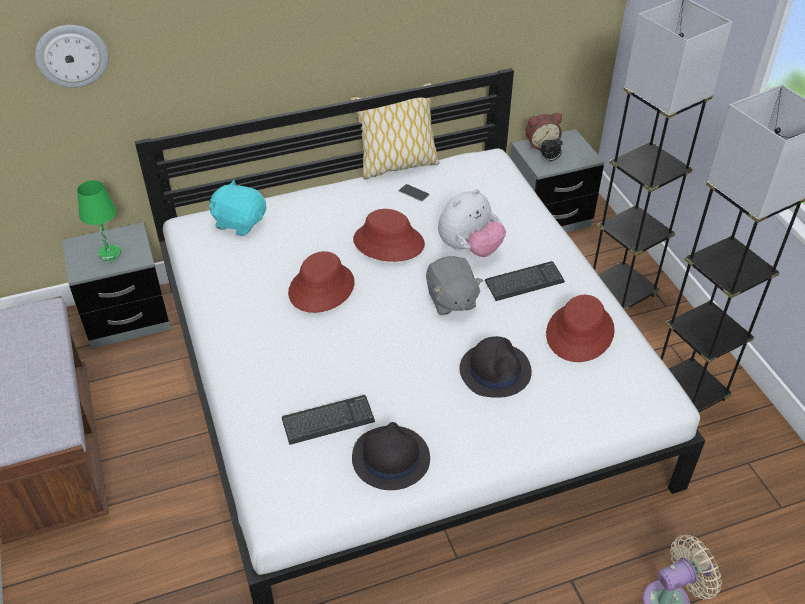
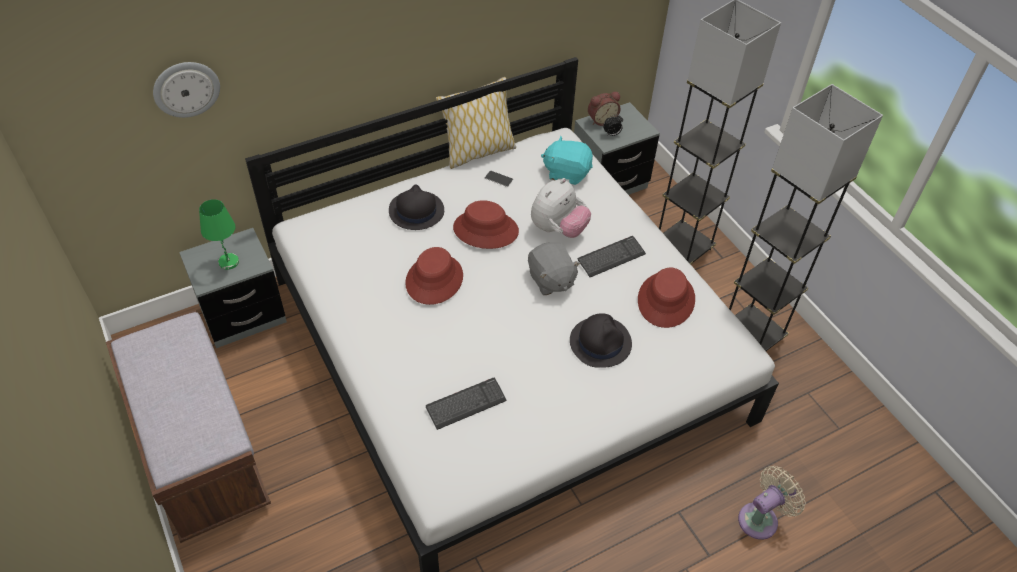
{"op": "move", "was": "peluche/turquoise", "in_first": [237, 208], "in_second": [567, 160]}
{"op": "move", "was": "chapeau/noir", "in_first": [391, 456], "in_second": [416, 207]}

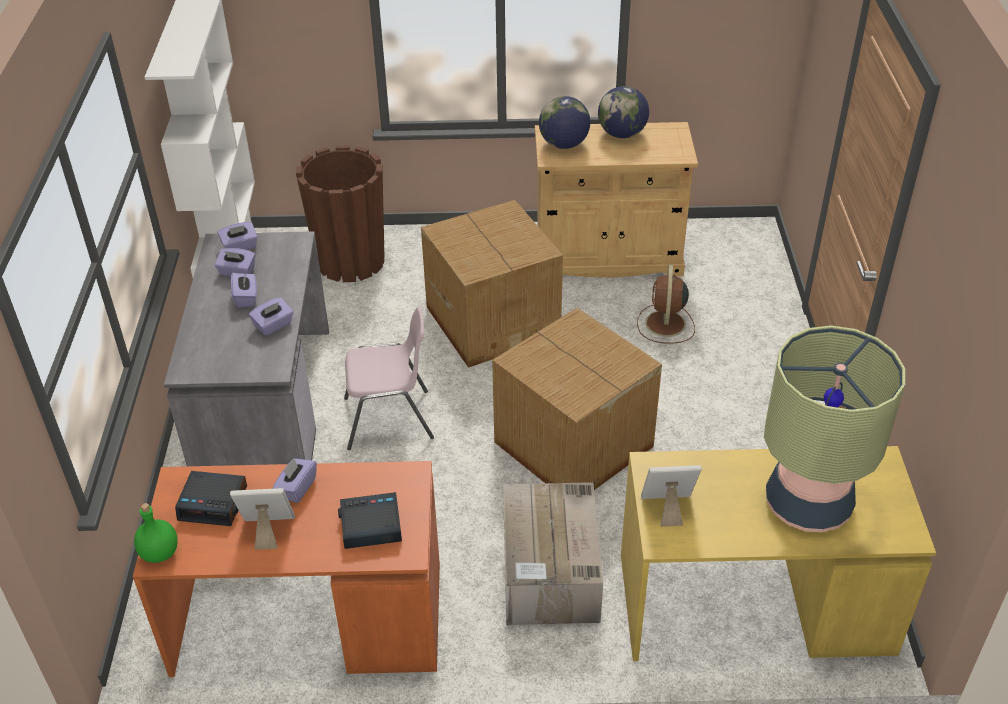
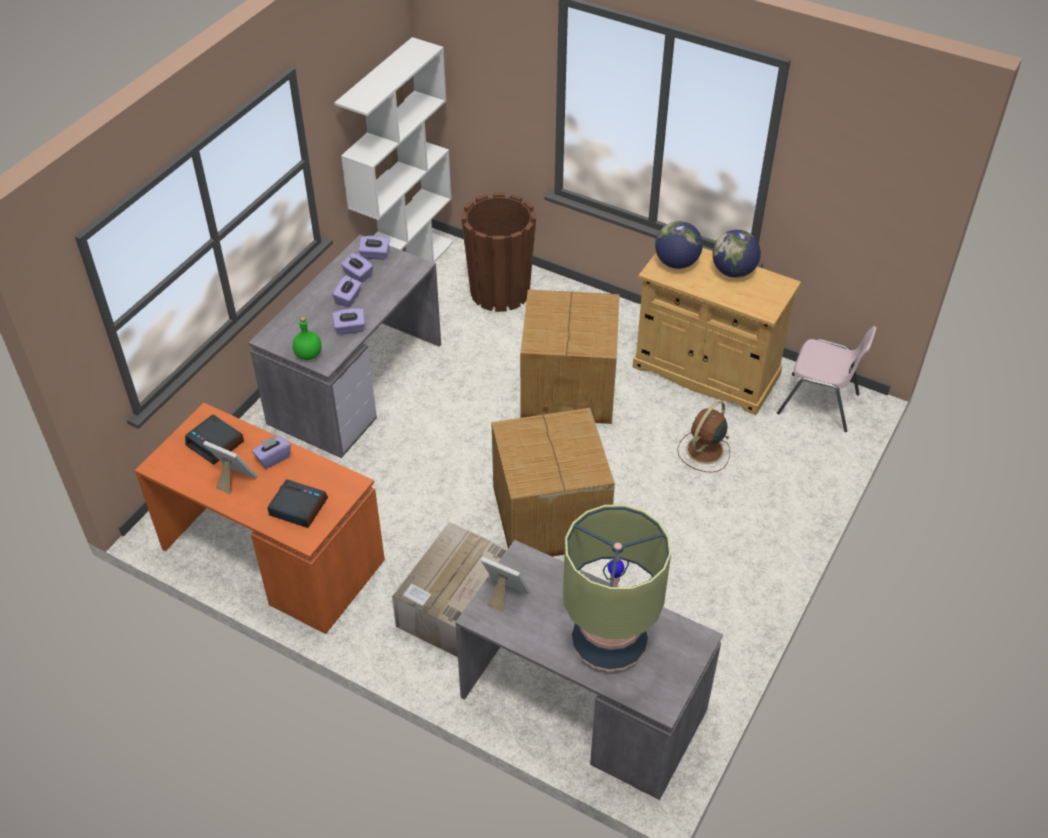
{"op": "move", "was": "bouteille/vert", "in_first": [156, 533], "in_second": [307, 338]}
{"op": "move", "was": "chaise/rose", "in_first": [389, 378], "in_second": [827, 379]}
{"op": "recolor", "was": "bureau/jaune", "now": "bureau/gris", "in_first": [778, 553], "in_second": [589, 670]}

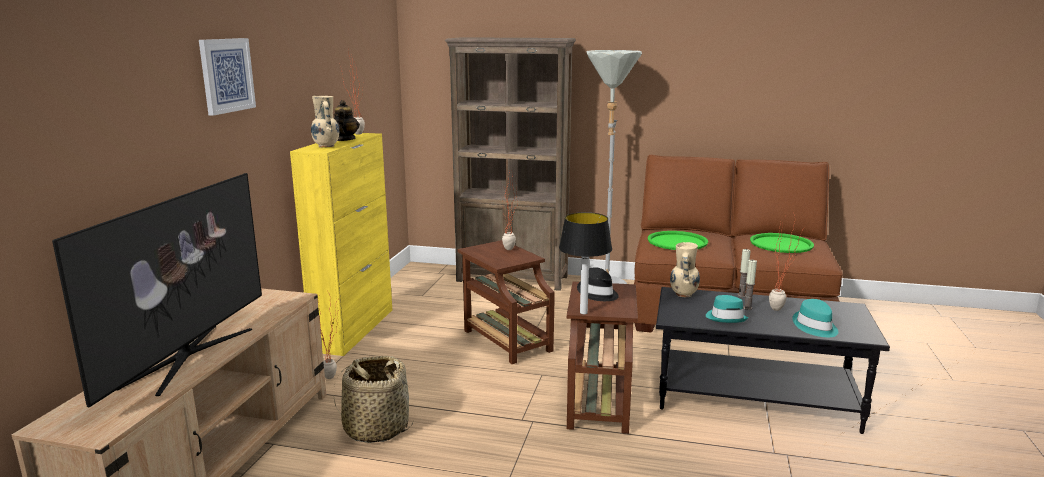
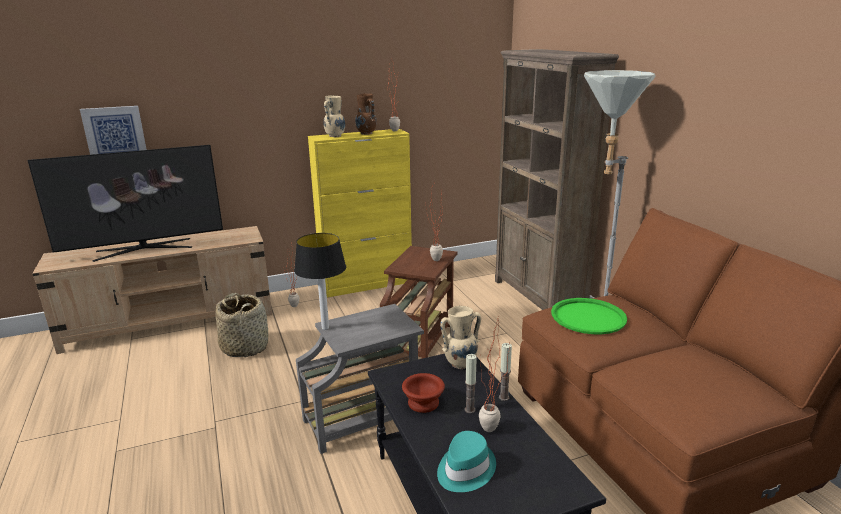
{"op": "move", "was": "tableau", "in_first": [227, 77], "in_second": [113, 130]}
{"op": "replace", "was": "théière", "now": "vase/marron", "in_first": [347, 120], "in_second": [366, 114]}
{"op": "recolor", "was": "table d'appoint/marron", "now": "table d'appoint/gris", "in_first": [602, 358], "in_second": [360, 379]}
{"op": "delete", "was": "chapeau/noir", "in_first": [598, 284]}
{"op": "replace", "was": "chapeau/turquoise", "now": "bol/marron", "in_first": [727, 309], "in_second": [423, 393]}
{"op": "delete", "was": "plateau/vert", "in_first": [782, 243]}

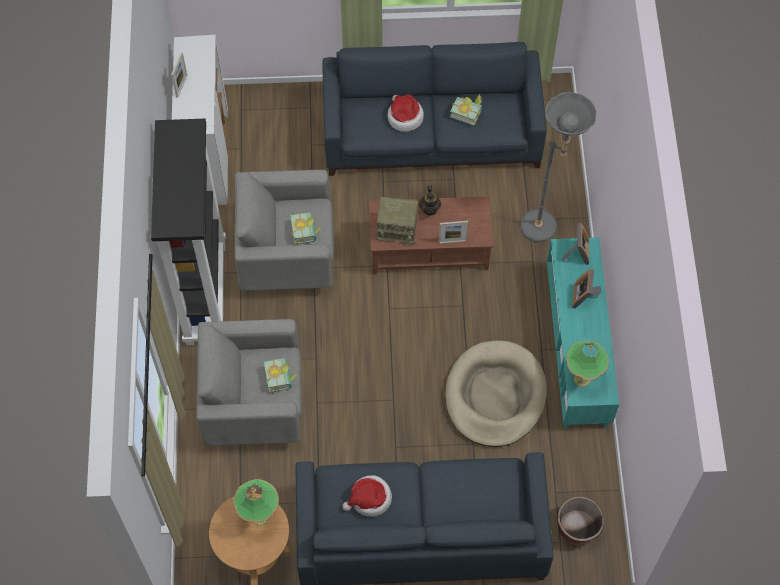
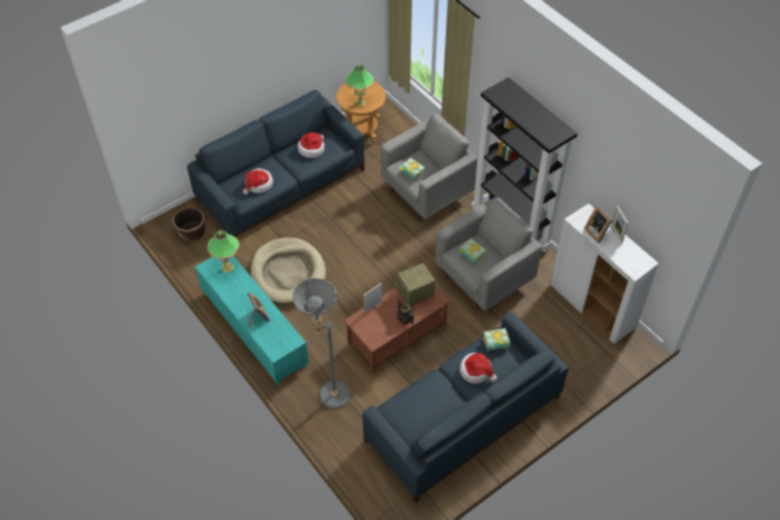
{"op": "move", "was": "livre", "in_first": [466, 110], "in_second": [496, 339]}
{"op": "move", "was": "cadre photo", "in_first": [575, 244], "in_second": [598, 224]}
{"op": "insert", "now": "chapeau", "in_second": [258, 182]}

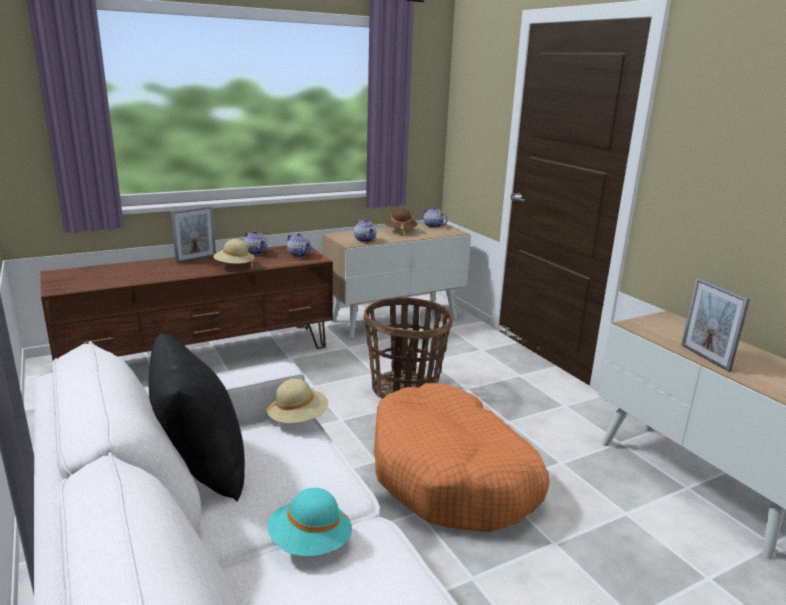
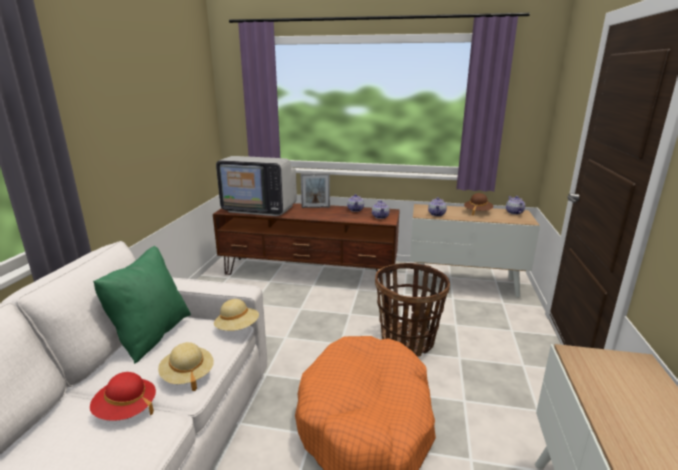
{"op": "recolor", "was": "coussin/noir", "now": "coussin/vert", "in_first": [197, 417], "in_second": [142, 305]}
{"op": "move", "was": "chapeau/beige", "in_first": [234, 254], "in_second": [186, 366]}
{"op": "recolor", "was": "chapeau/turquoise", "now": "chapeau/rouge", "in_first": [309, 522], "in_second": [123, 396]}
{"op": "delete", "was": "cadre photo", "in_first": [715, 324]}
{"op": "insert", "now": "téléviseur", "in_second": [256, 186]}

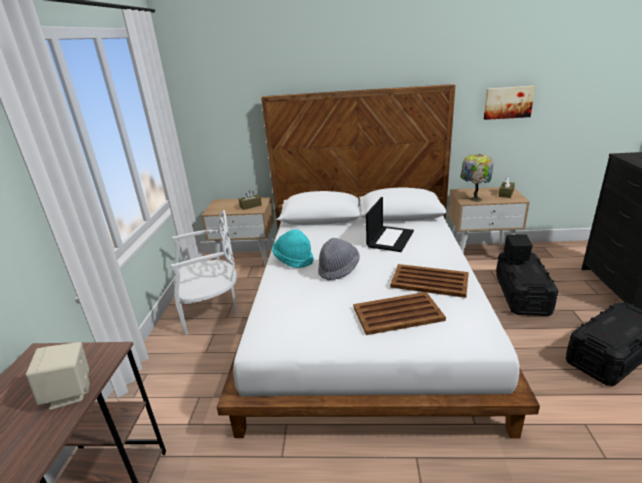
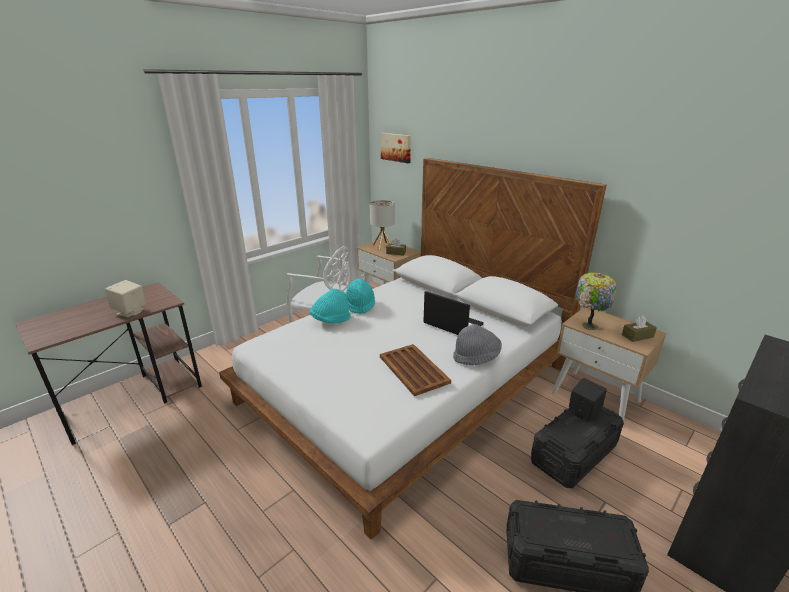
{"op": "move", "was": "chapeau/gris", "in_first": [339, 259], "in_second": [477, 344]}
{"op": "delete", "was": "plateau/marron", "in_first": [400, 313]}
{"op": "rotate", "was": "ordinateur portable", "in_first": [390, 224], "in_second": [453, 313], "clockwise": -120}
{"op": "move", "was": "tableau", "in_first": [509, 103], "in_second": [395, 148]}
{"op": "insert", "now": "chapeau/turquoise", "in_second": [330, 306]}
{"op": "insert", "now": "lampe de table", "in_second": [382, 225]}

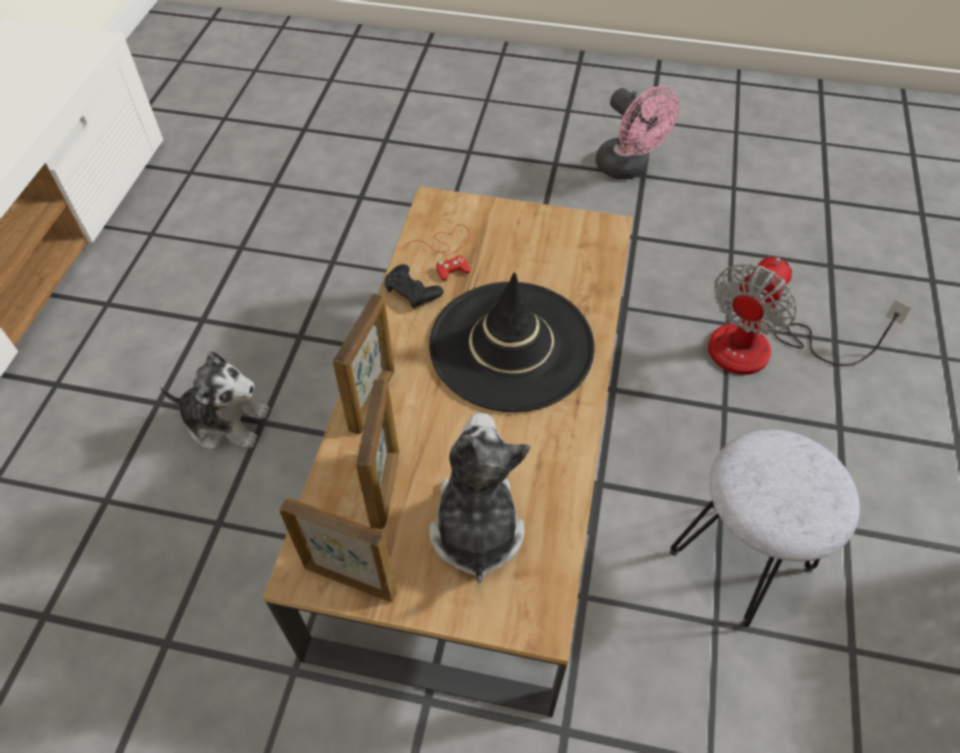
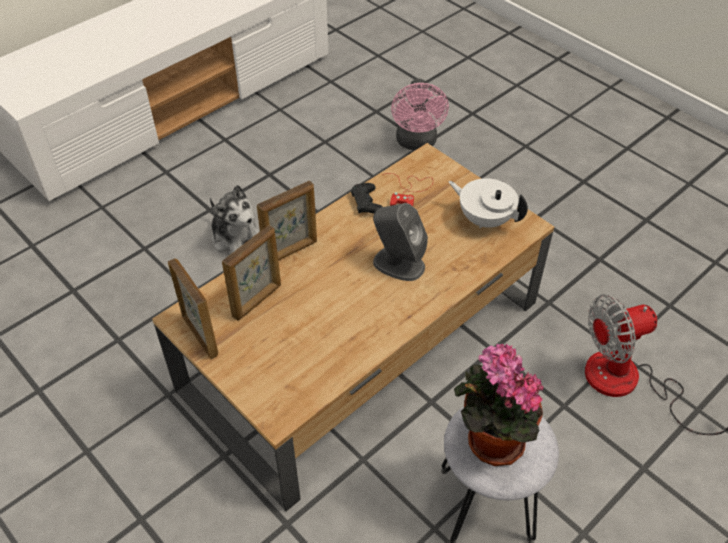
{"op": "replace", "was": "chapeau/noir", "now": "enceinte/gris", "in_first": [511, 342], "in_second": [400, 242]}
{"op": "delete", "was": "peluche", "in_first": [479, 498]}
{"op": "move", "was": "ventilateur/rose", "in_first": [638, 132], "in_second": [420, 114]}
{"op": "insert", "now": "théière/blanc", "in_second": [488, 203]}
{"op": "insert", "now": "plante en pot", "in_second": [498, 405]}

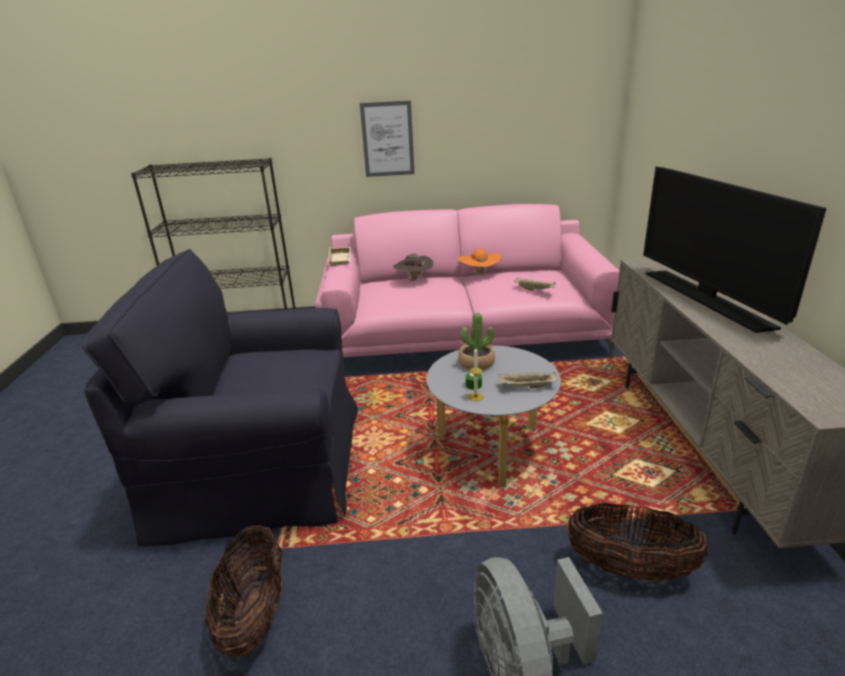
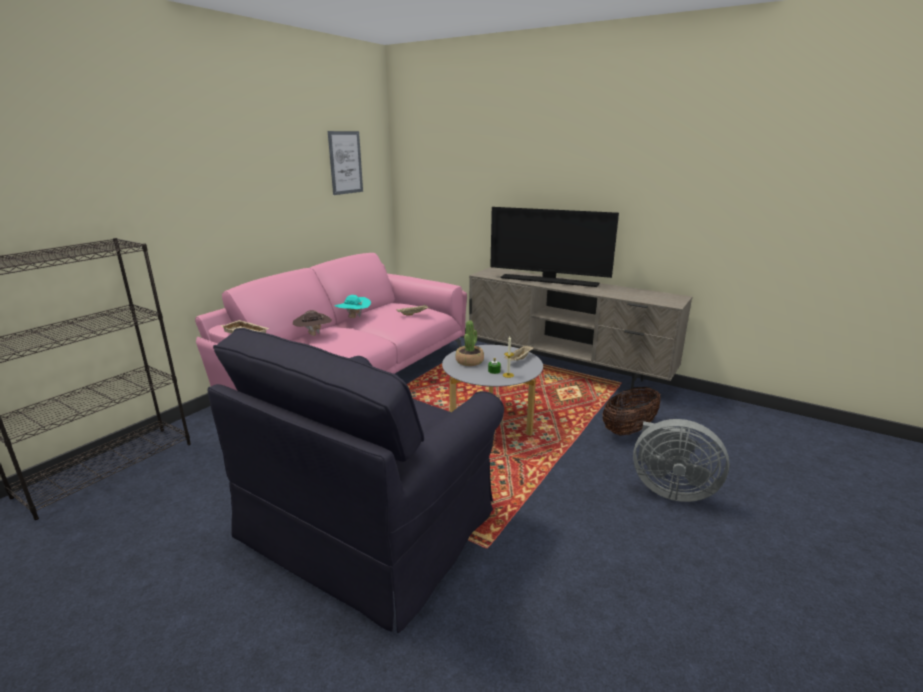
{"op": "delete", "was": "panier", "in_first": [243, 591]}
{"op": "move", "was": "tableau", "in_first": [387, 138], "in_second": [345, 163]}
{"op": "recolor", "was": "chapeau/orange", "now": "chapeau/turquoise", "in_first": [479, 262], "in_second": [353, 306]}

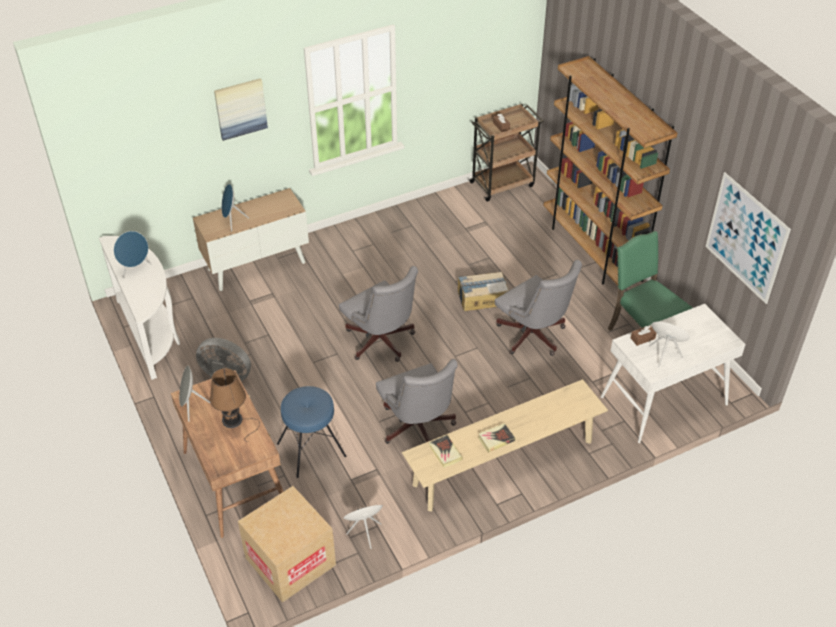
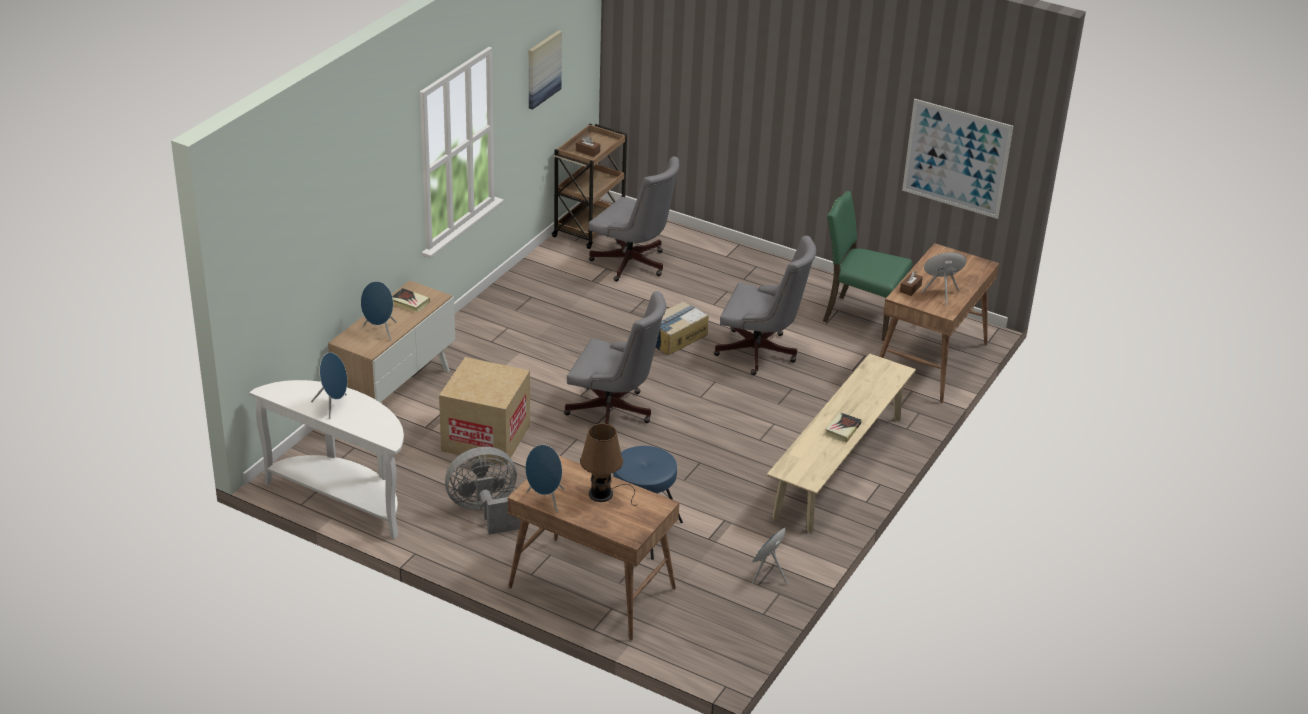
{"op": "recolor", "was": "enceinte/gris", "now": "enceinte/bleu", "in_first": [195, 394], "in_second": [545, 479]}
{"op": "move", "was": "tableau", "in_first": [241, 109], "in_second": [545, 70]}
{"op": "move", "was": "carton", "in_first": [287, 544], "in_second": [484, 411]}
{"op": "move", "was": "chaise de bureau/gris", "in_first": [417, 401], "in_second": [634, 219]}
{"op": "move", "was": "livre", "in_first": [446, 451], "in_second": [411, 300]}
{"op": "delete", "was": "bibliothèque/marron", "in_first": [610, 170]}
{"op": "recolor", "was": "bureau/blanc", "now": "bureau/marron", "in_first": [673, 373], "in_second": [939, 323]}

